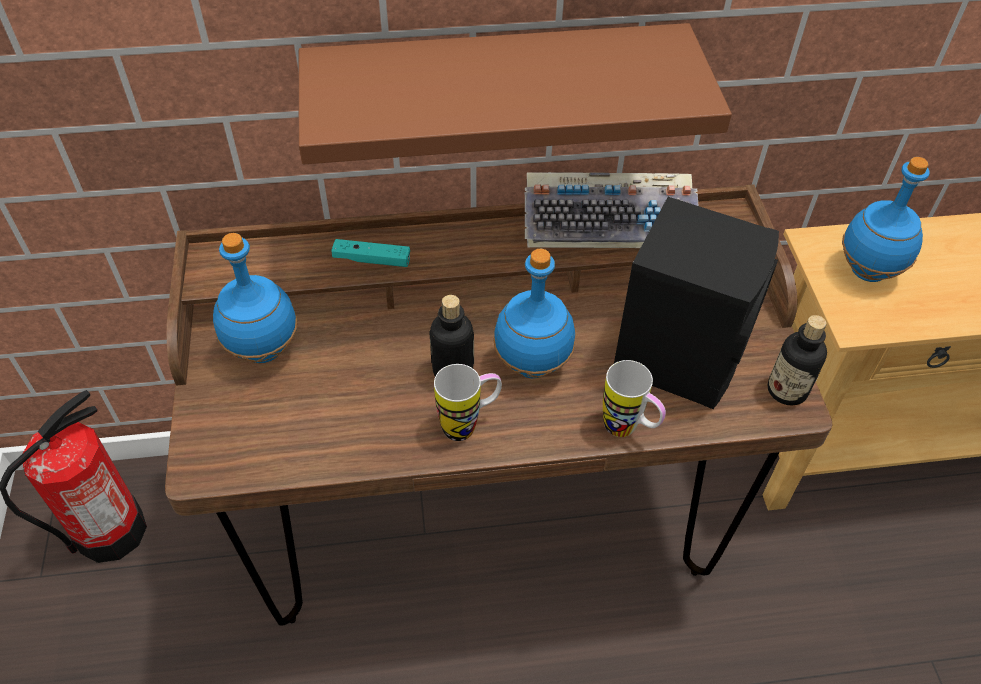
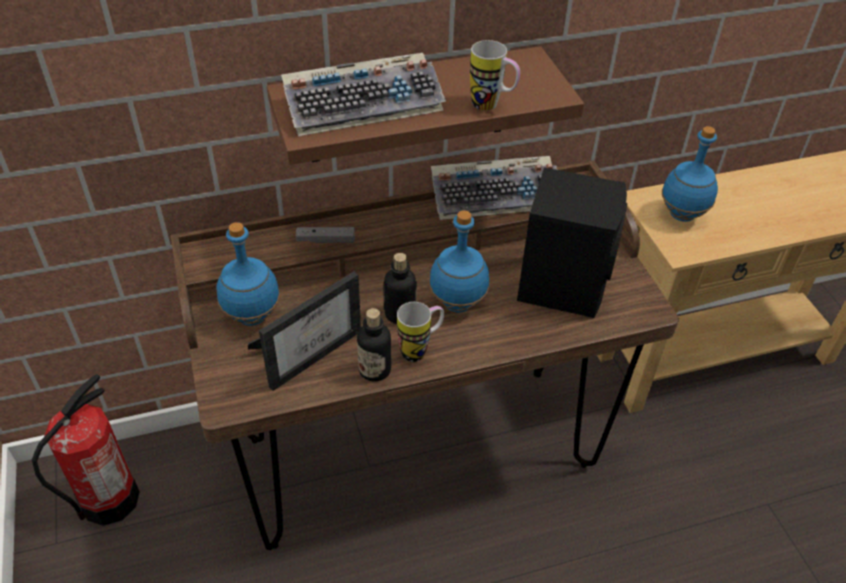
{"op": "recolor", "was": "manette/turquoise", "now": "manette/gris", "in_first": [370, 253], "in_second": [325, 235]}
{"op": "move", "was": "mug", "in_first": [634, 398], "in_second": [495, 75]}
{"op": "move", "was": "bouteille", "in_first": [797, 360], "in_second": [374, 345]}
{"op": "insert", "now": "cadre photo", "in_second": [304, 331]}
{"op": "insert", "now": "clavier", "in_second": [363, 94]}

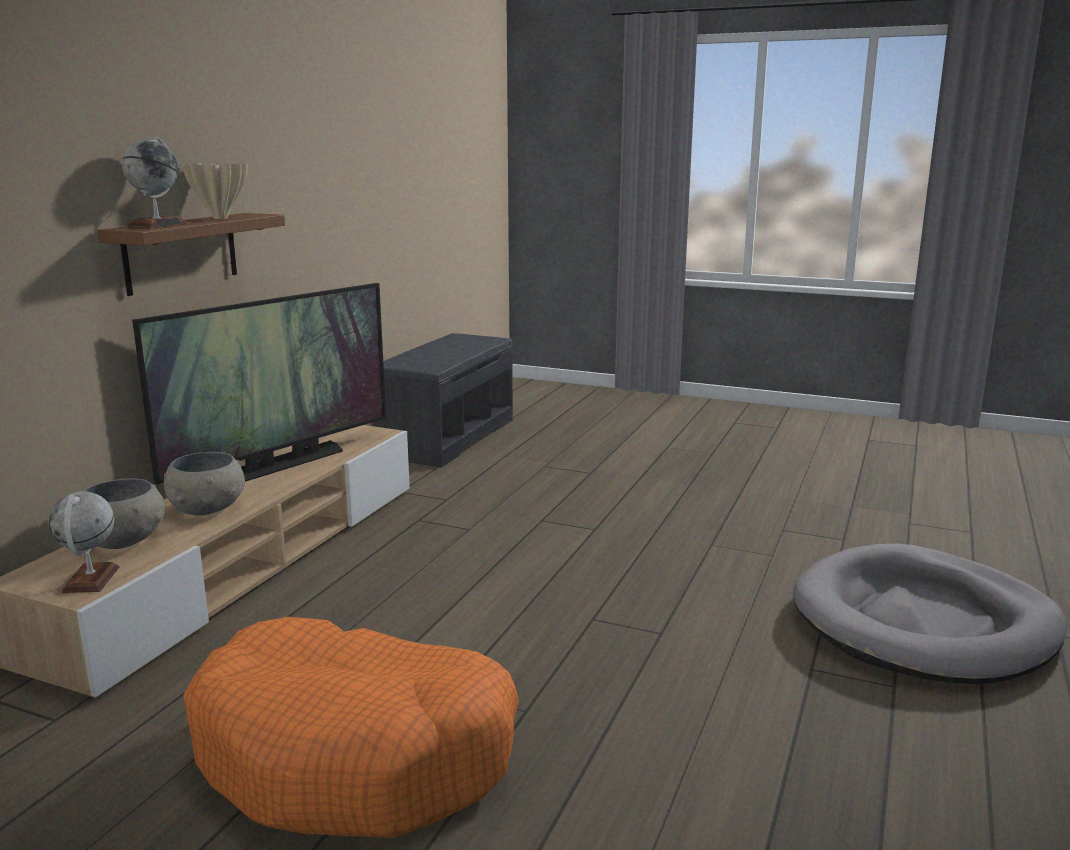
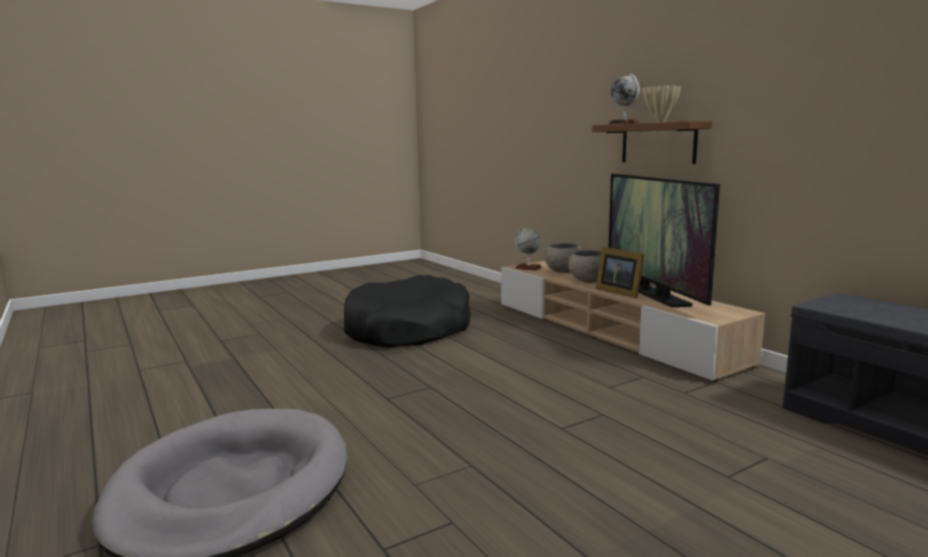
{"op": "recolor", "was": "panier pour chien/orange", "now": "panier pour chien/noir", "in_first": [351, 727], "in_second": [407, 311]}
{"op": "insert", "now": "cadre photo", "in_second": [620, 273]}

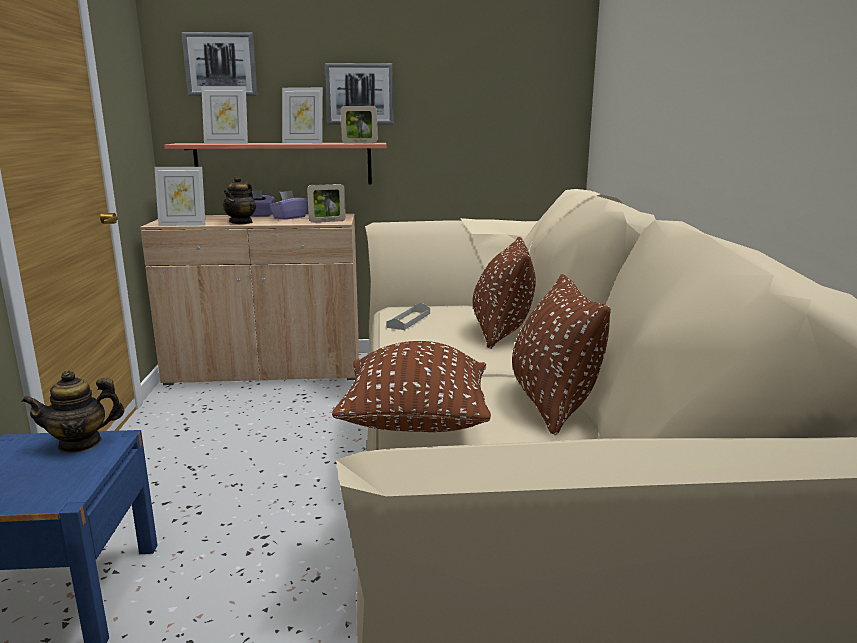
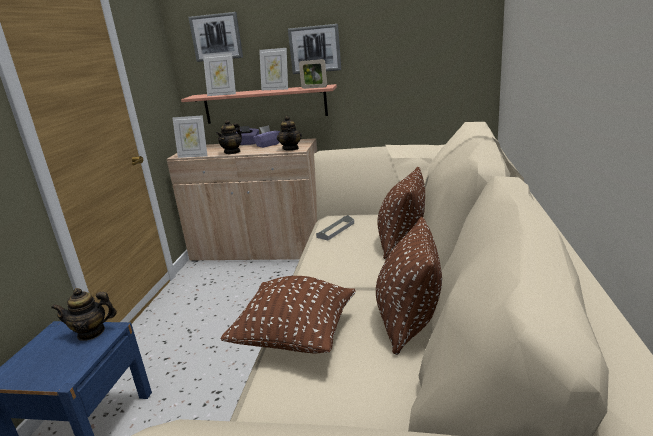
{"op": "replace", "was": "cadre photo", "now": "théière", "in_first": [326, 203], "in_second": [289, 133]}

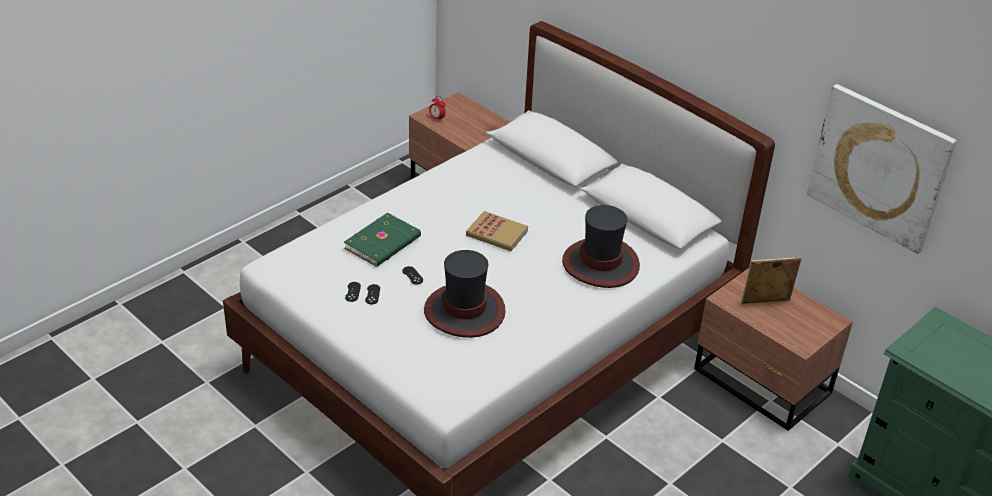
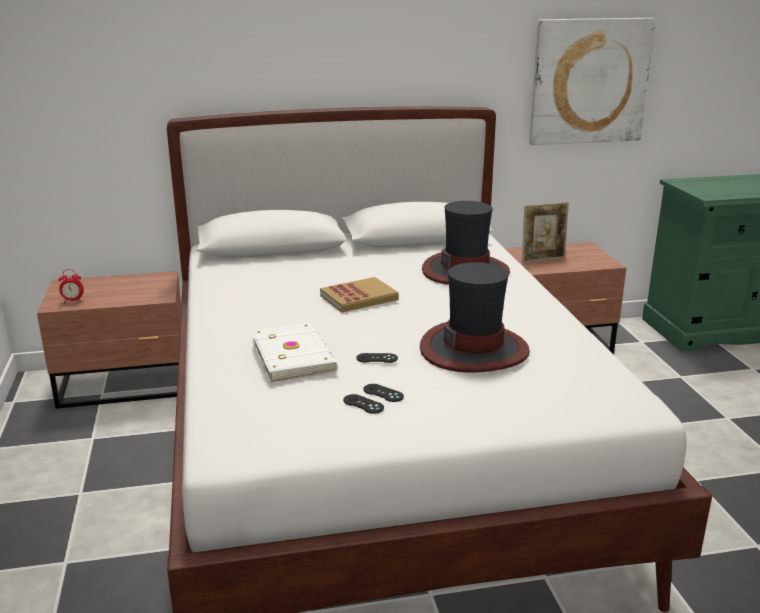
{"op": "recolor", "was": "livre/vert", "now": "livre/blanc", "in_first": [382, 240], "in_second": [294, 353]}
{"op": "rotate", "was": "cadre photo", "in_first": [771, 280], "in_second": [545, 232], "clockwise": -135}

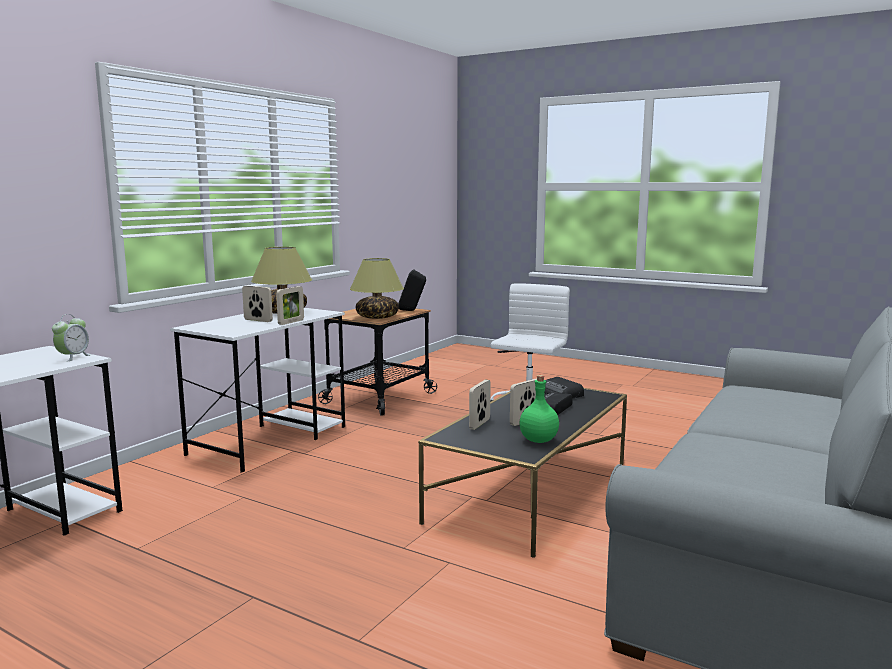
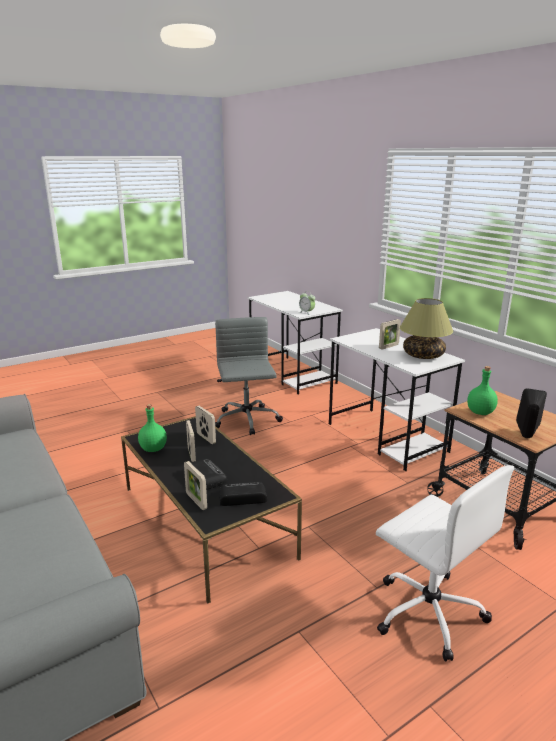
{"op": "move", "was": "cadre photo", "in_first": [290, 305], "in_second": [195, 485]}
{"op": "replace", "was": "lampe de table", "now": "bouteille/vert", "in_first": [377, 288], "in_second": [482, 390]}
{"op": "insert", "now": "chaise de bureau/gris", "in_second": [249, 376]}

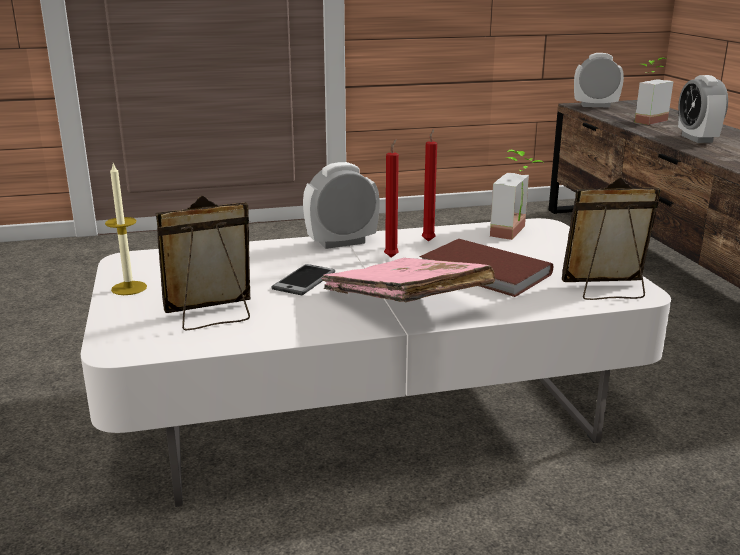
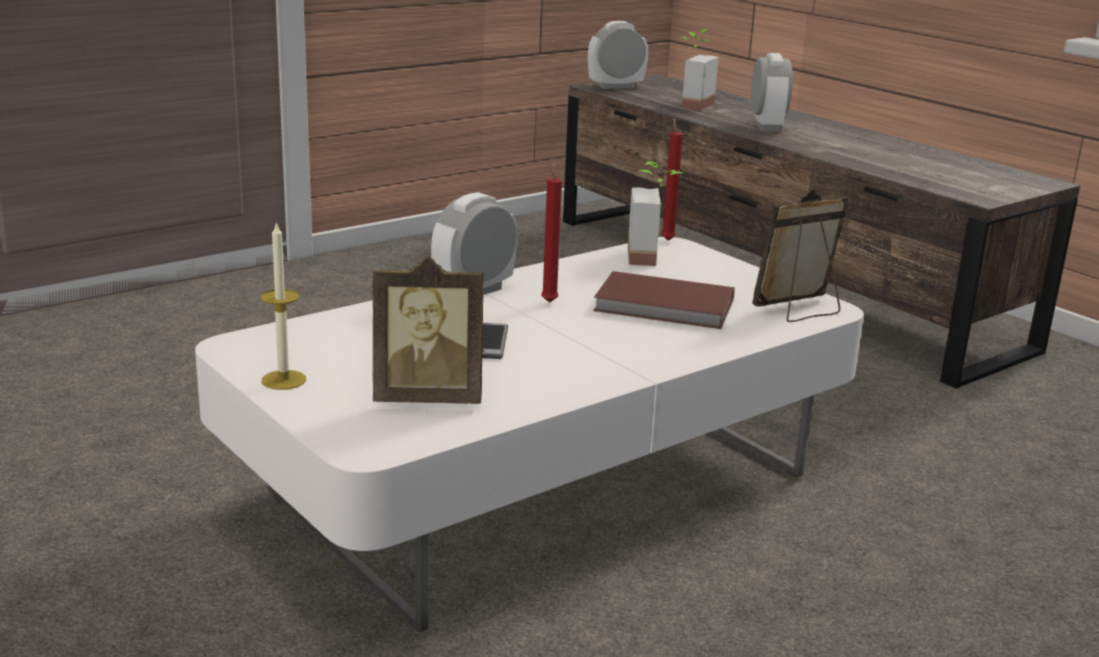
{"op": "rotate", "was": "cadre photo", "in_first": [203, 262], "in_second": [428, 330], "clockwise": -135}
{"op": "delete", "was": "livre/rose", "in_first": [408, 280]}
{"op": "move", "was": "bougie/rouge", "in_first": [429, 185], "in_second": [672, 179]}
{"op": "rotate", "was": "réveil", "in_first": [703, 109], "in_second": [772, 92], "clockwise": -150}

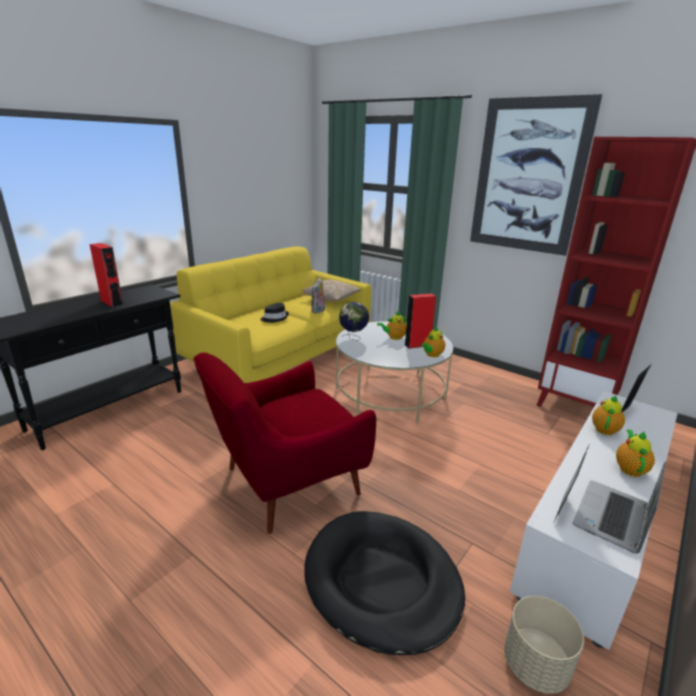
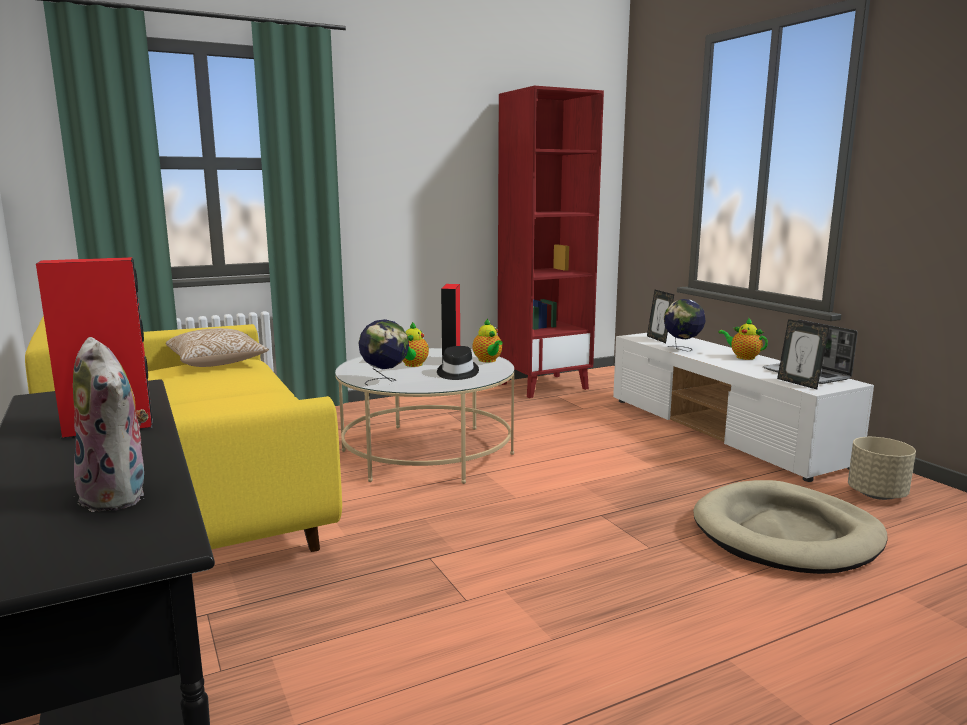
{"op": "delete", "was": "fauteuil/rouge", "in_first": [284, 443]}
{"op": "move", "was": "chapeau/noir", "in_first": [274, 313], "in_second": [458, 363]}
{"op": "recolor", "was": "panier pour chien/noir", "now": "panier pour chien/beige", "in_first": [384, 583], "in_second": [790, 527]}
{"op": "move", "was": "peluche", "in_first": [318, 295], "in_second": [110, 424]}
{"op": "delete", "was": "tableau", "in_first": [536, 175]}
{"op": "replace", "was": "théière", "now": "globe", "in_first": [608, 415], "in_second": [685, 325]}

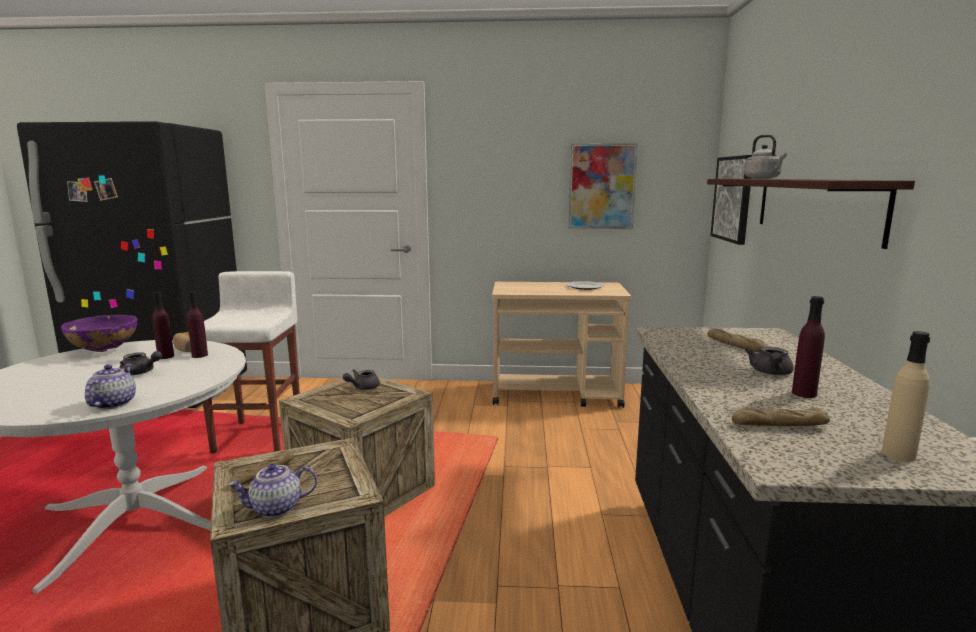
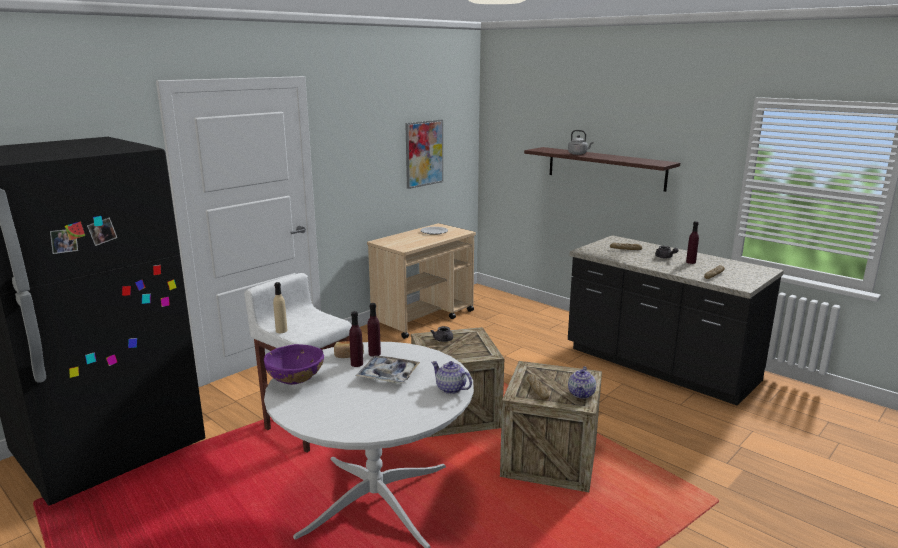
{"op": "replace", "was": "théière/gris", "now": "plateau", "in_first": [141, 363], "in_second": [388, 370]}
{"op": "delete", "was": "tableau", "in_first": [731, 200]}
{"op": "move", "was": "bouteille/beige", "in_first": [906, 396], "in_second": [280, 307]}

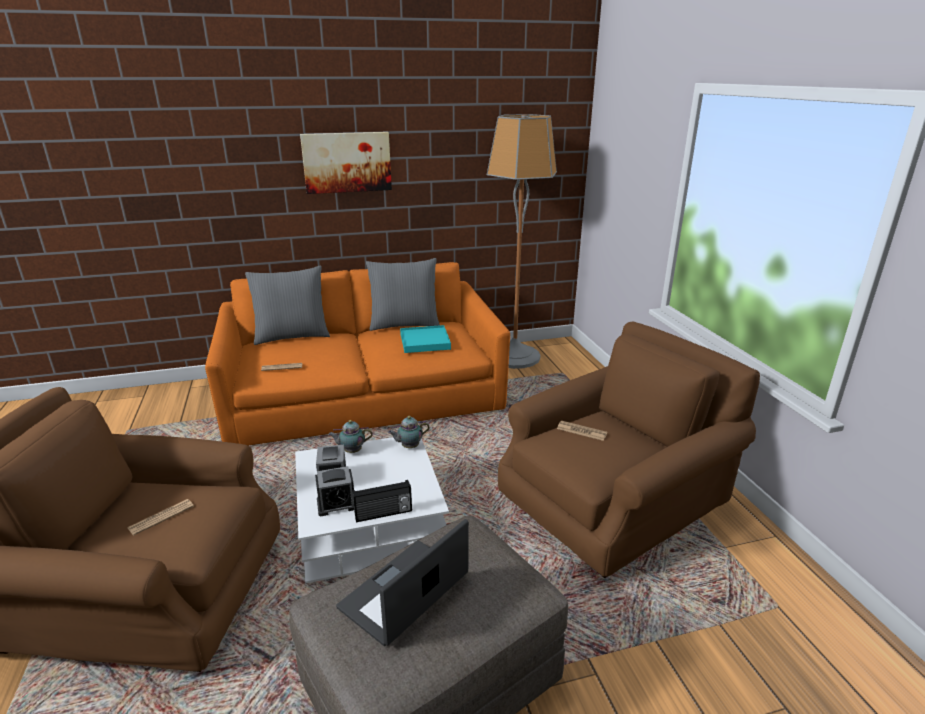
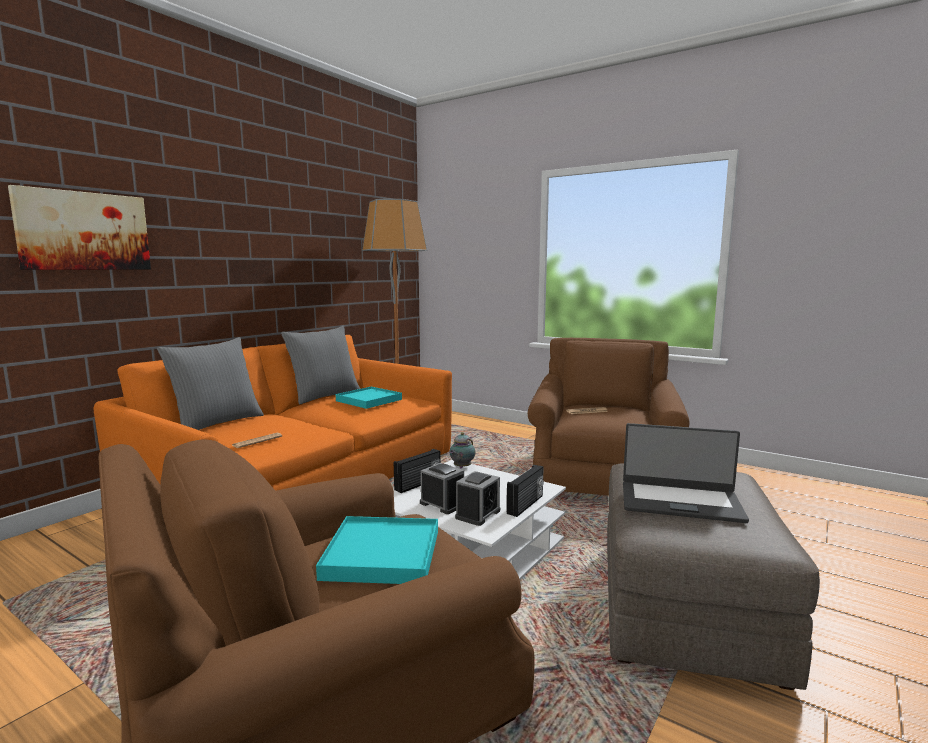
{"op": "replace", "was": "journal", "now": "plateau/turquoise", "in_first": [161, 517], "in_second": [377, 550]}
{"op": "move", "was": "tableau", "in_first": [346, 163], "in_second": [79, 227]}
{"op": "replace", "was": "théière", "now": "radio", "in_first": [350, 436], "in_second": [417, 471]}
{"op": "rotate", "was": "ordinateur portable", "in_first": [402, 582], "in_second": [686, 473], "clockwise": -75}

